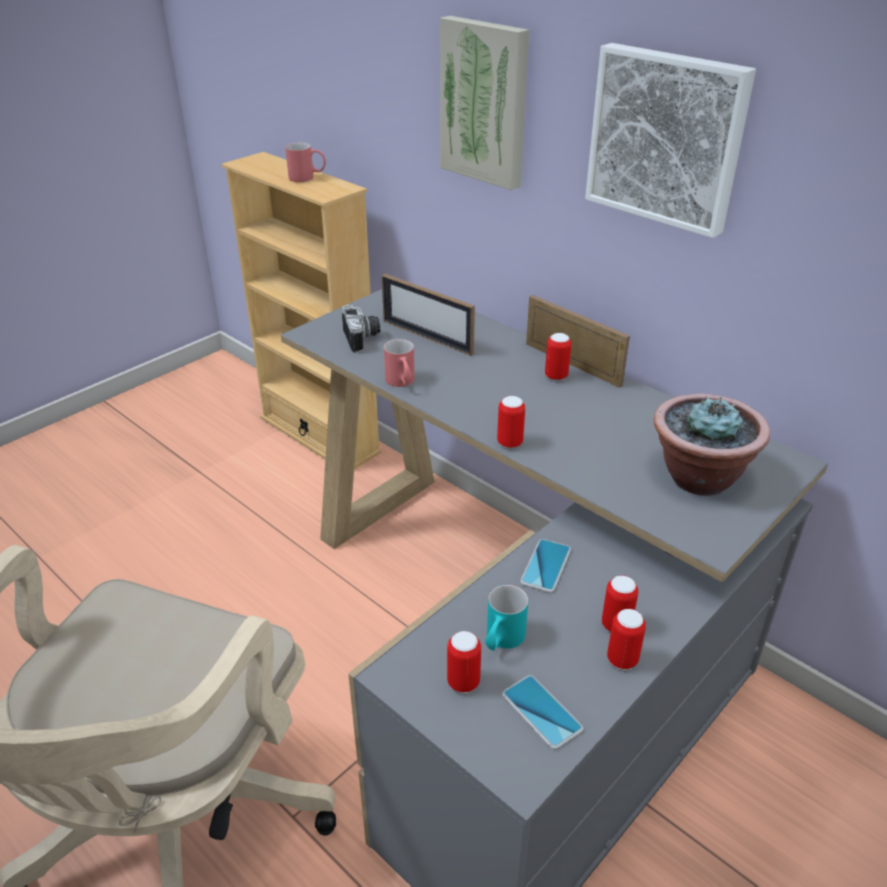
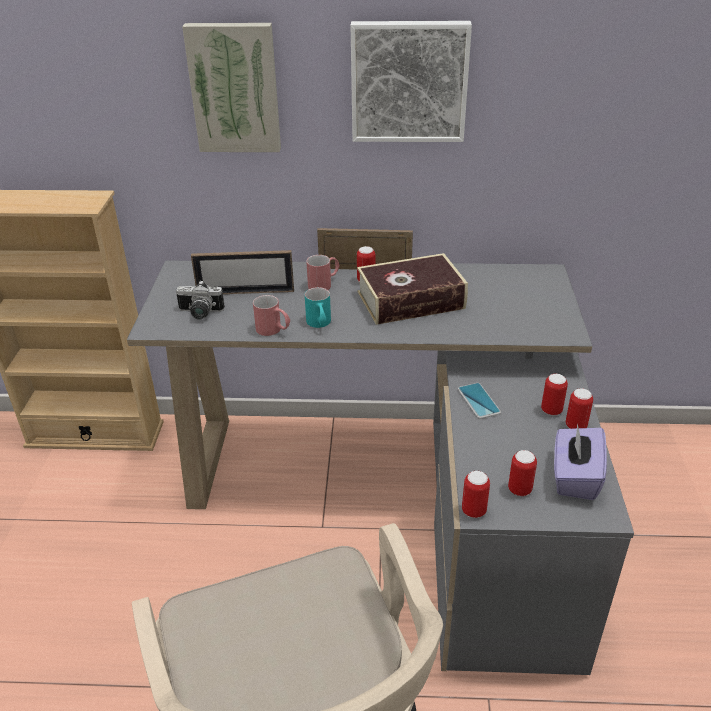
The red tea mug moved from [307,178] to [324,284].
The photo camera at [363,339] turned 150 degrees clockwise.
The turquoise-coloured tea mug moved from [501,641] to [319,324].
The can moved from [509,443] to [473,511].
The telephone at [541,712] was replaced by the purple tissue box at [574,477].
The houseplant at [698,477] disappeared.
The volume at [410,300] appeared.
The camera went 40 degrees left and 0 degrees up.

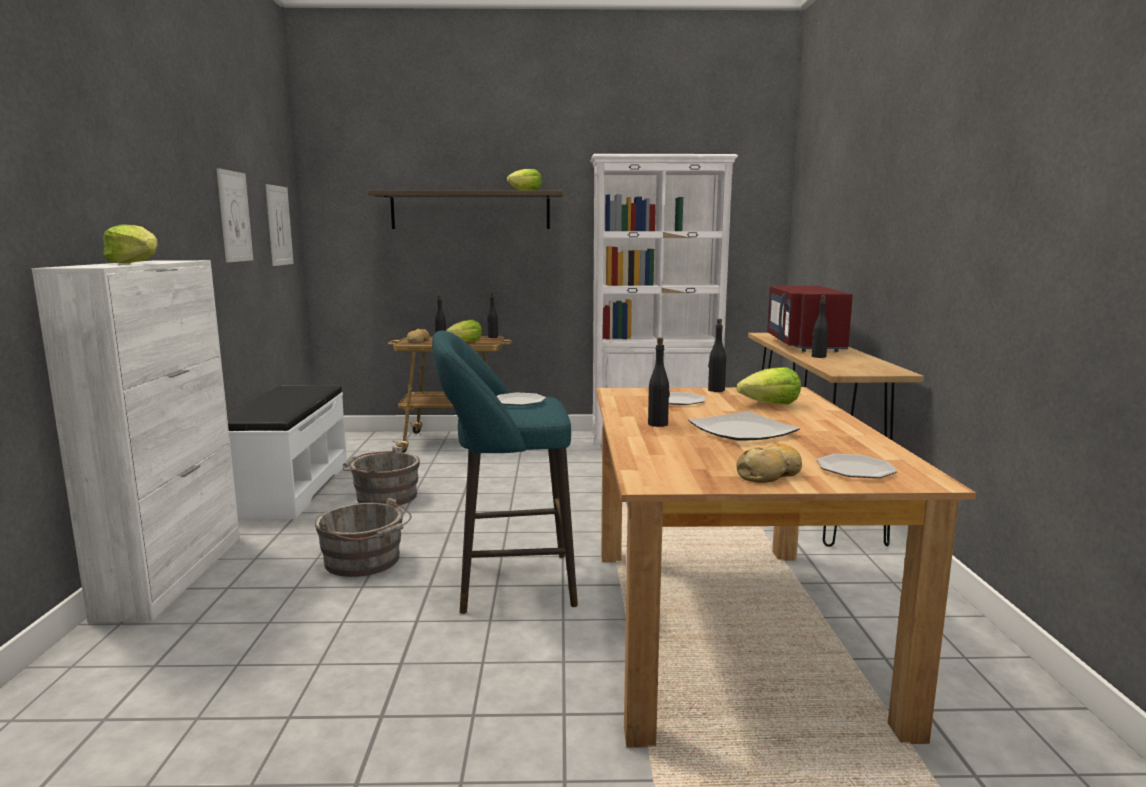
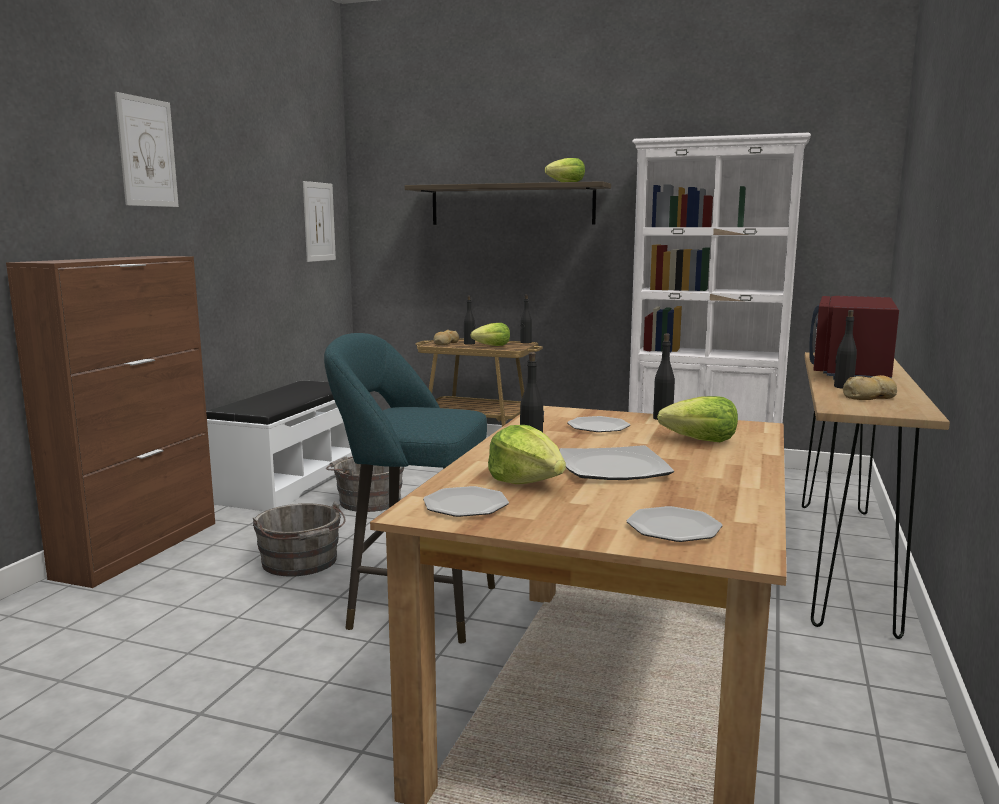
The white-coloured storage cabinet at [174,574] became the brownish storage cabinet at [139,549].
The lettuce head moved from [135,263] to [526,481].
The wall picture moved from [235,216] to [147,152].
The flat dish moved from [519,402] to [466,505].
The baked bread moved from [770,474] to [870,397].
The camera went 20 degrees right and 0 degrees up.

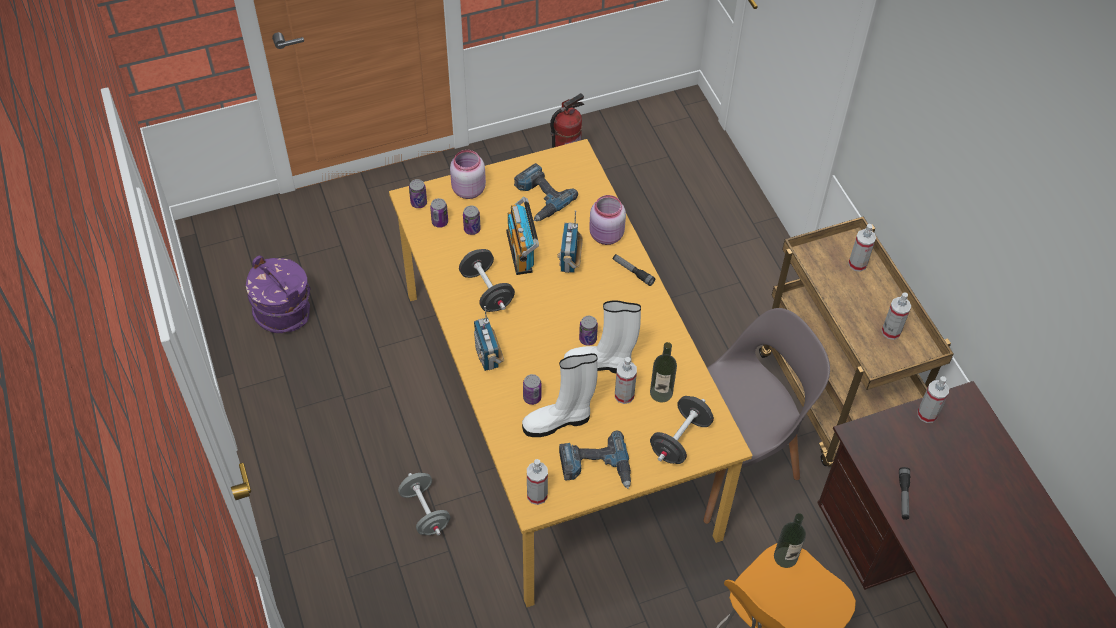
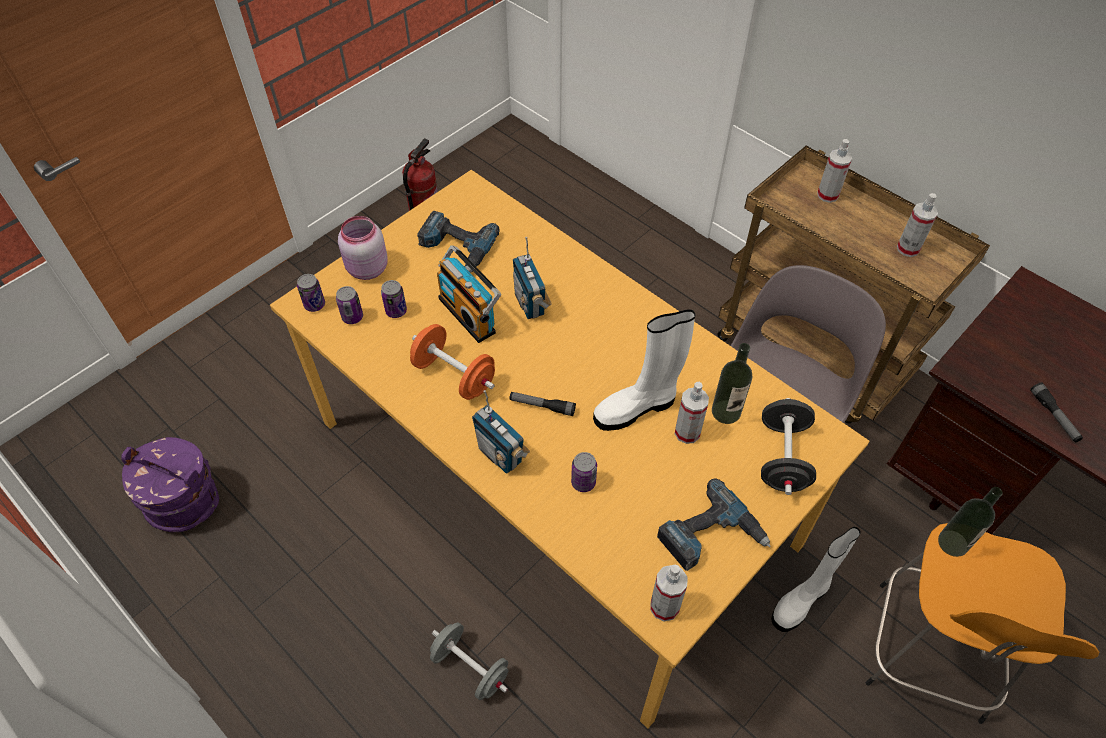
The black dumbbell at [487,291] became the orangey dumbbell at [454,375].
The white-coloured boot moved from [558,421] to [801,601].
The can at [587,339] disappeared.
The pinkish storage jar at [606,236] disappeared.
The flashlight moved from [633,272] to [542,406].
The hand sprayer at [927,414] disappeared.
The camera went 25 degrees left and 0 degrees up.

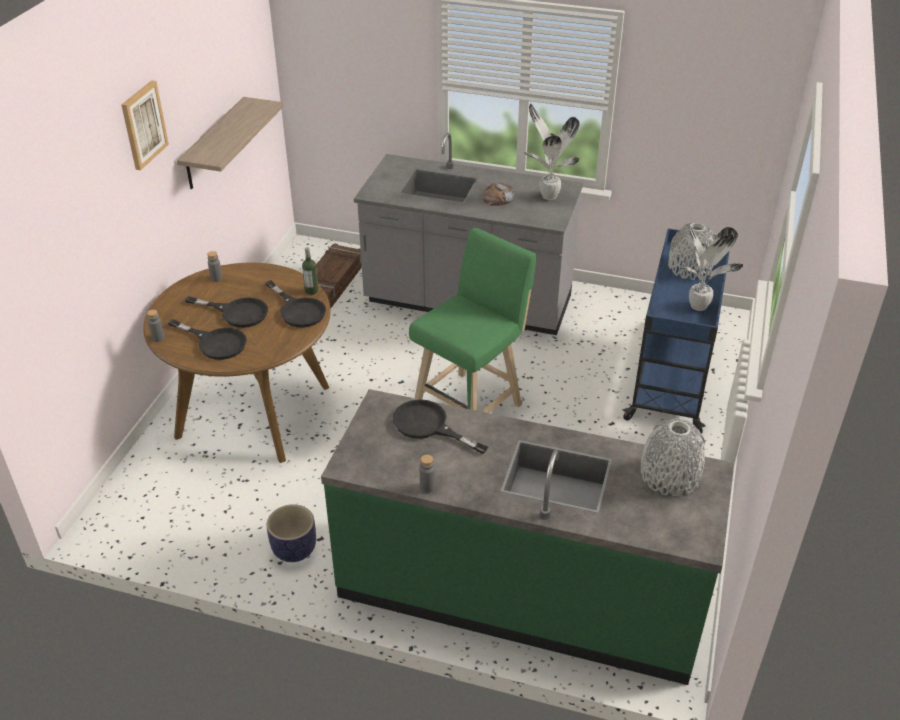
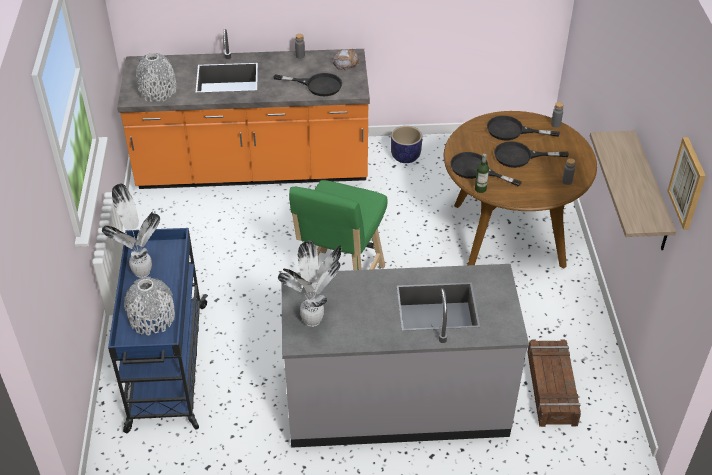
The wall picture moved from [143,125] to [688,183].
The green-coloured kitchen base unit at [520,591] became the orangey kitchen base unit at [253,169].
The baked bread moved from [498,198] to [345,62].
The camera went 160 degrees right and 5 degrees up.

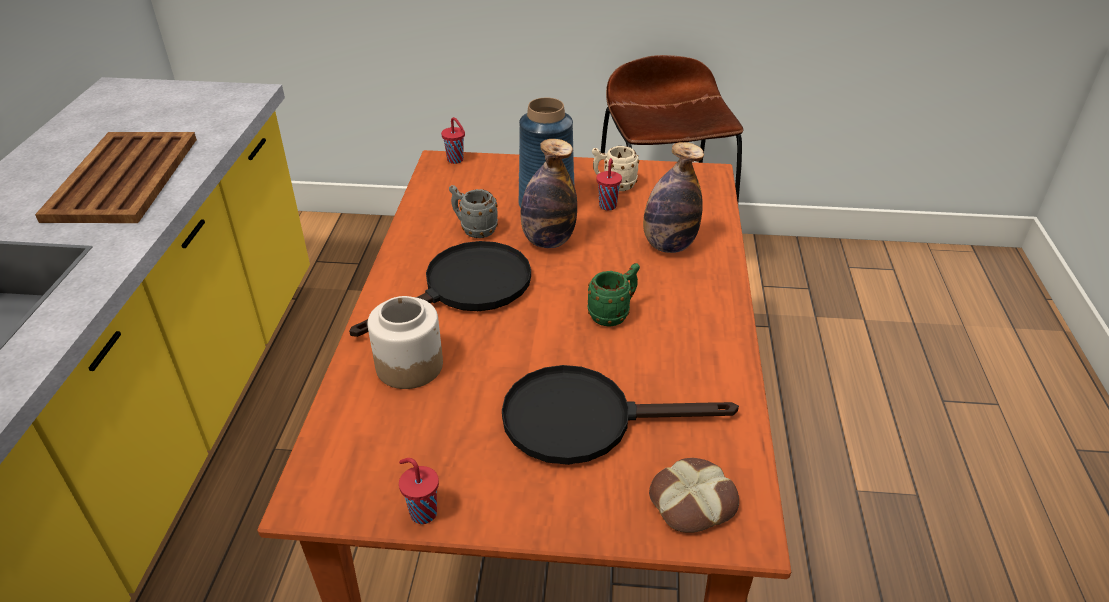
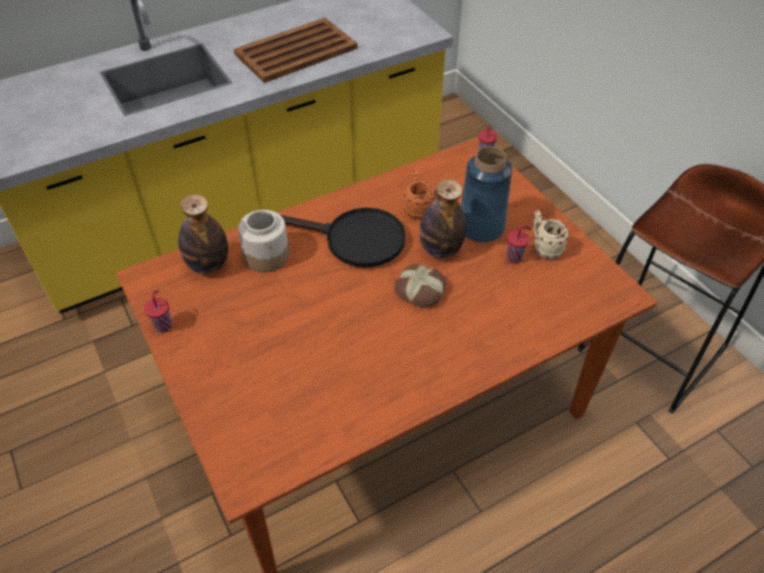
The gray tea mug at [474,229] became the orangey tea mug at [417,209].
The black skillet at [585,419] disappeared.
The green-coloured tea mug at [614,314] disappeared.
The bottle moved from [668,245] to [208,265].
The baked bread moved from [692,501] to [421,289].
The camera went 55 degrees right and 10 degrees up.

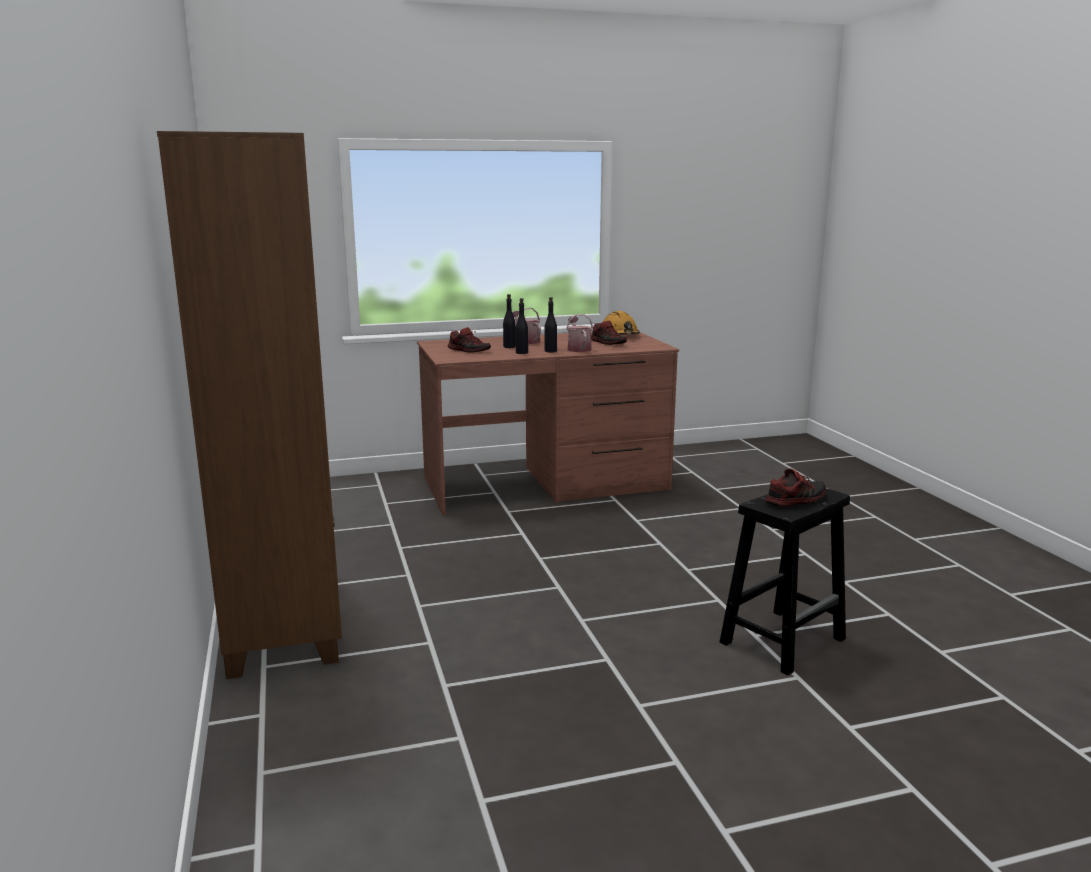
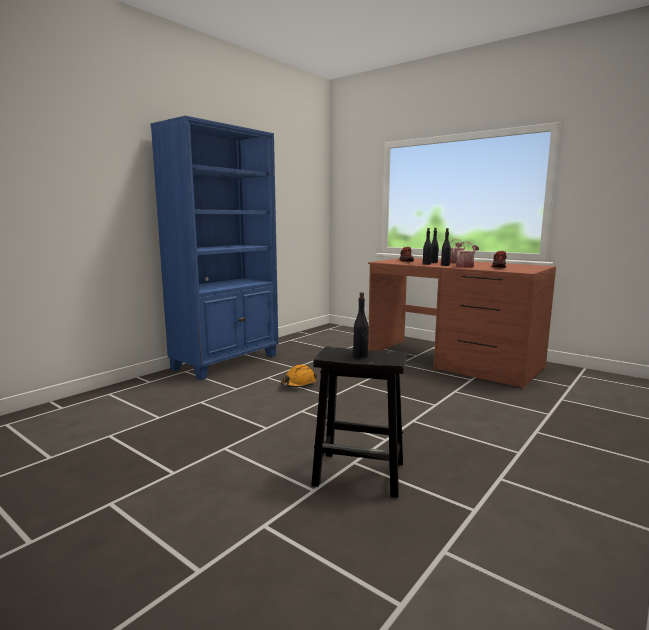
The brownish bookcase at [285,617] became the blue-coloured bookcase at [227,362].
The orangey safety helmet moved from [619,335] to [298,384].
The item of footwear at [795,500] was replaced by the black bottle at [360,355].
The camera went 55 degrees right and 5 degrees down.

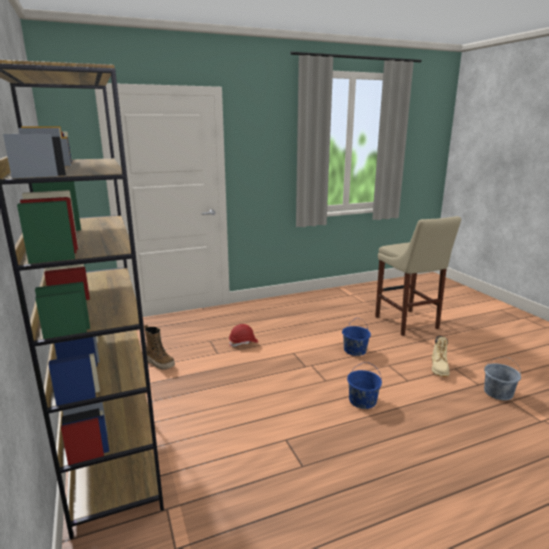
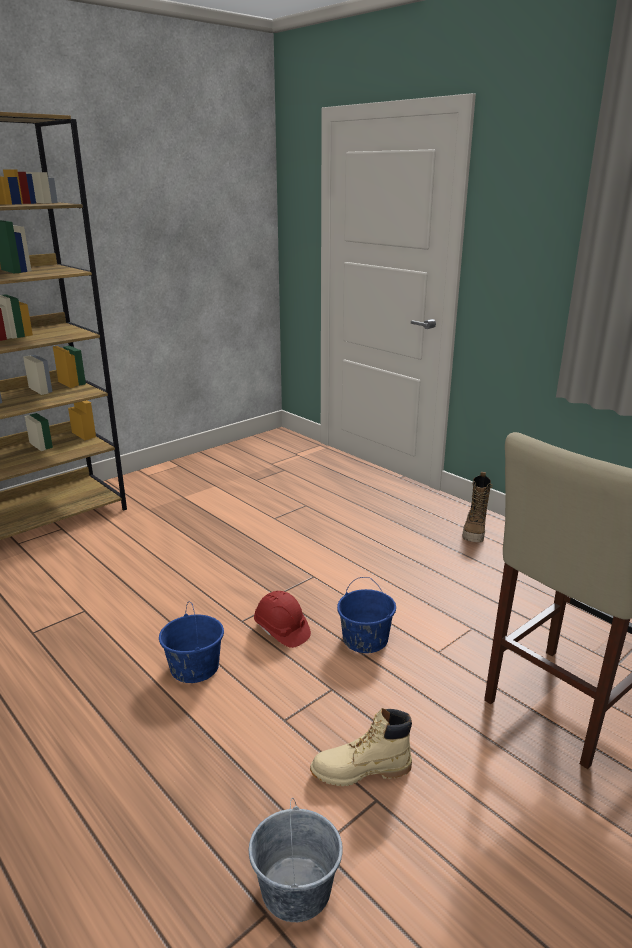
The boot moved from [160,363] to [474,532].
The red safety helmet moved from [243,342] to [281,630].
The camera went 70 degrees right and 5 degrees up.

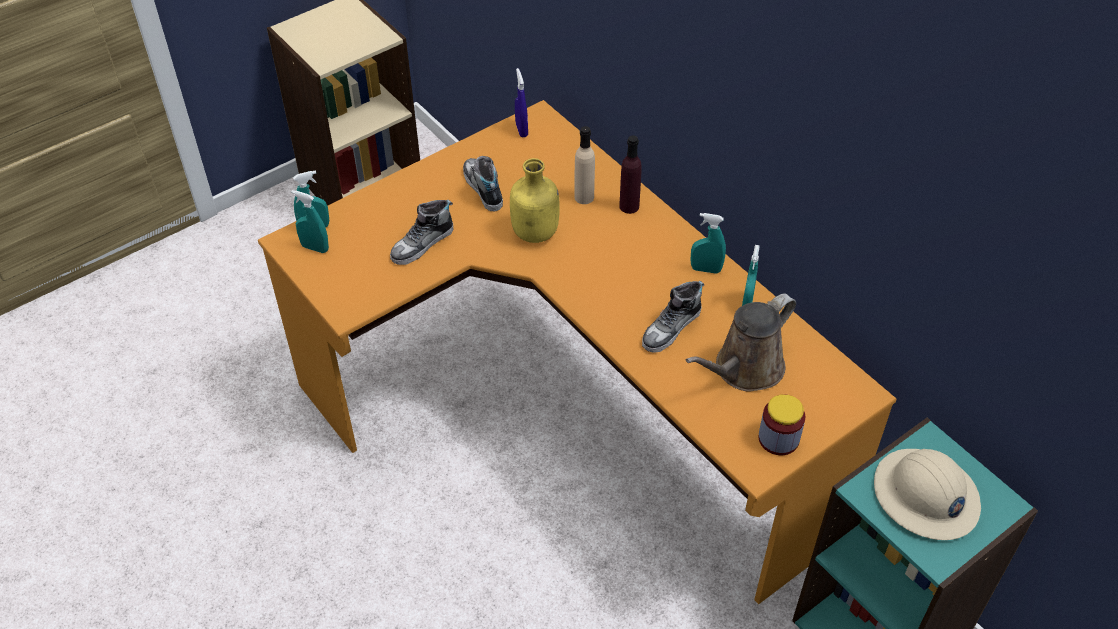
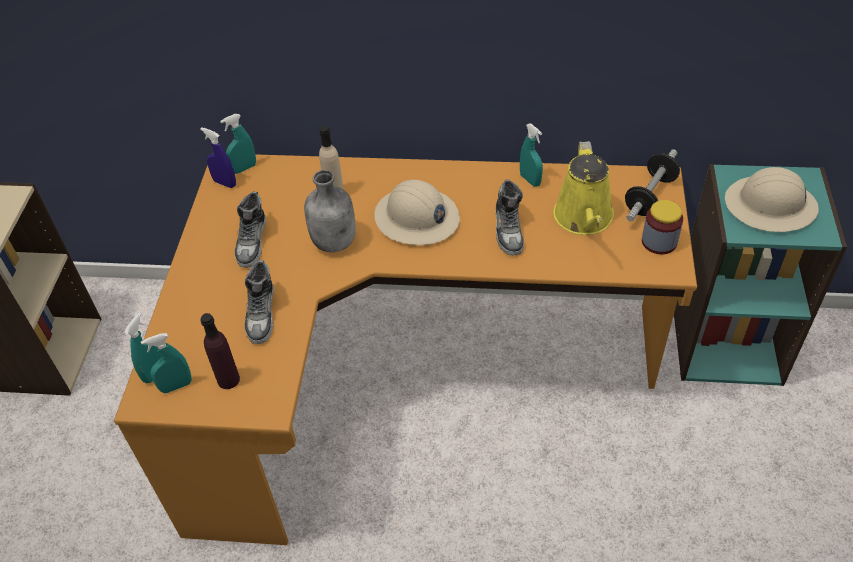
The item of footwear at [483,188] turned 105 degrees counterclockwise.
The yellow-coloured bottle at [536,233] became the gray bottle at [335,241].
The purple bottle moved from [629,206] to [228,379].
The brownish sprinkling can at [744,369] became the yellow-coloured sprinkling can at [584,219].
The turquoise-coloured hand sprayer moved from [706,269] to [244,168].
The beige safety helmet at [416,218] appeared.
The dumbbell at [650,196] appeared.
The camera went 45 degrees left and 0 degrees up.

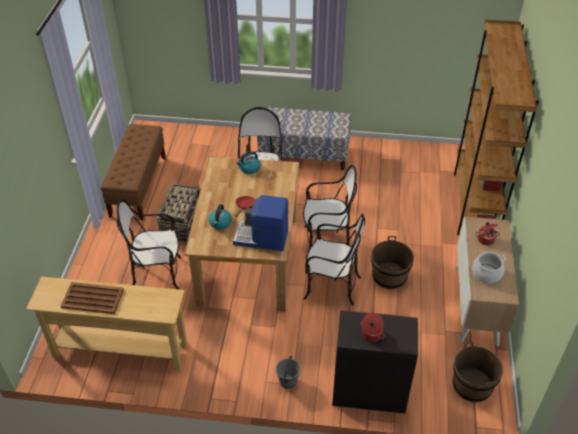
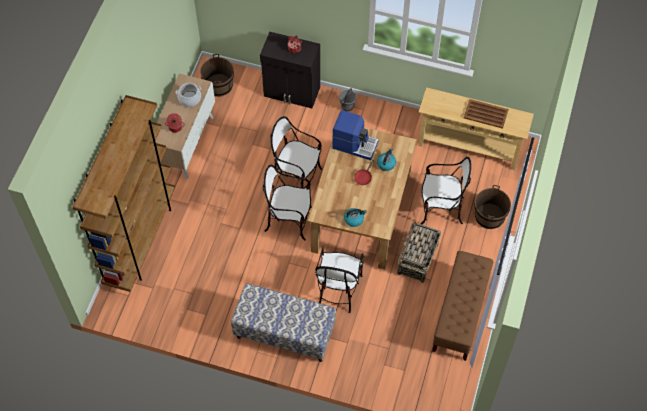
The brownish pail moved from [389,276] to [489,216].
The camera went 170 degrees left and 15 degrees up.

